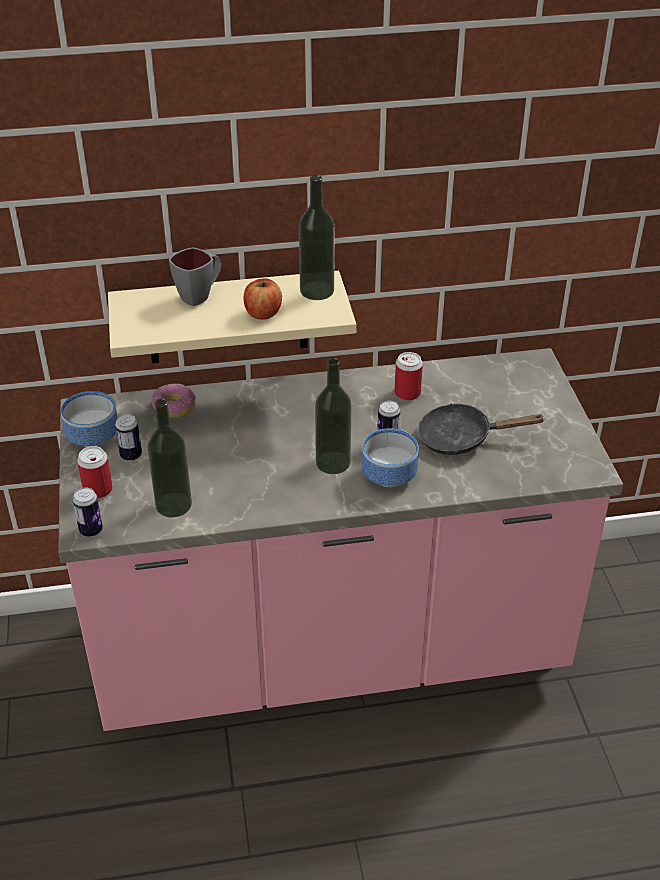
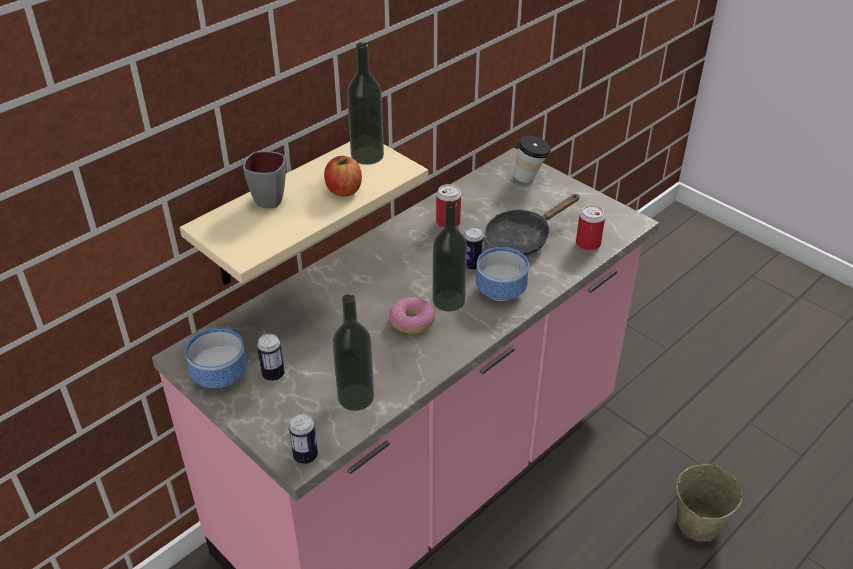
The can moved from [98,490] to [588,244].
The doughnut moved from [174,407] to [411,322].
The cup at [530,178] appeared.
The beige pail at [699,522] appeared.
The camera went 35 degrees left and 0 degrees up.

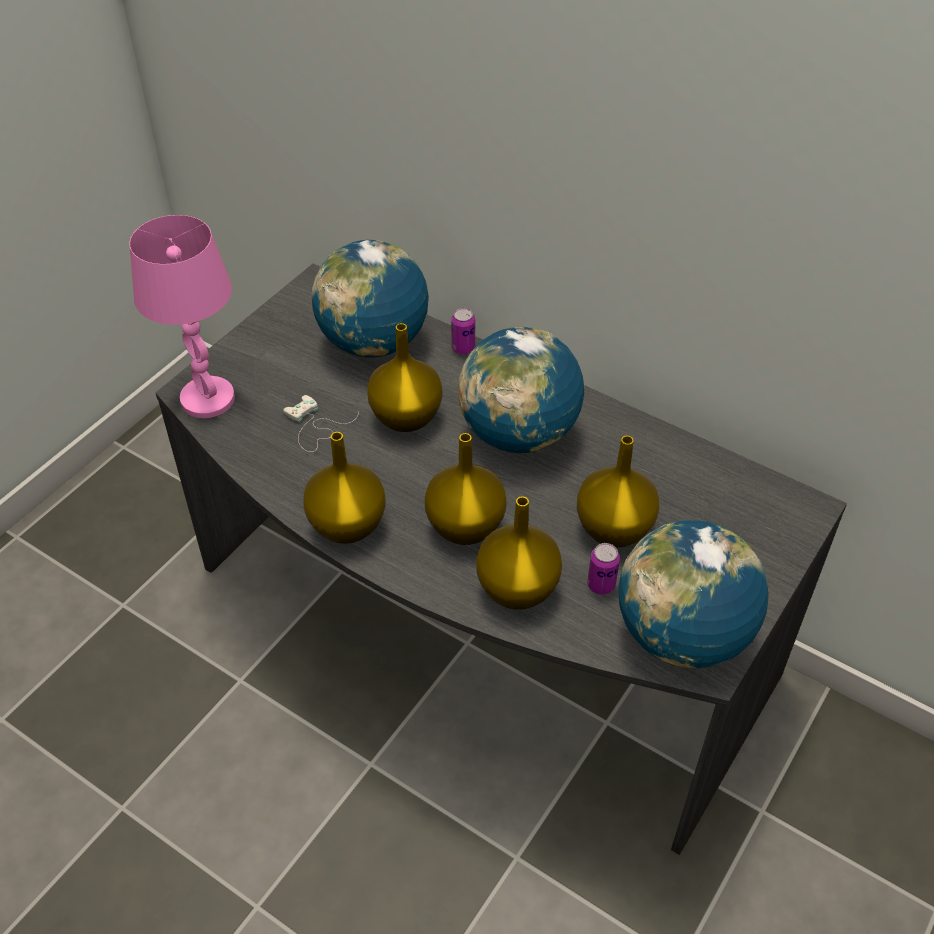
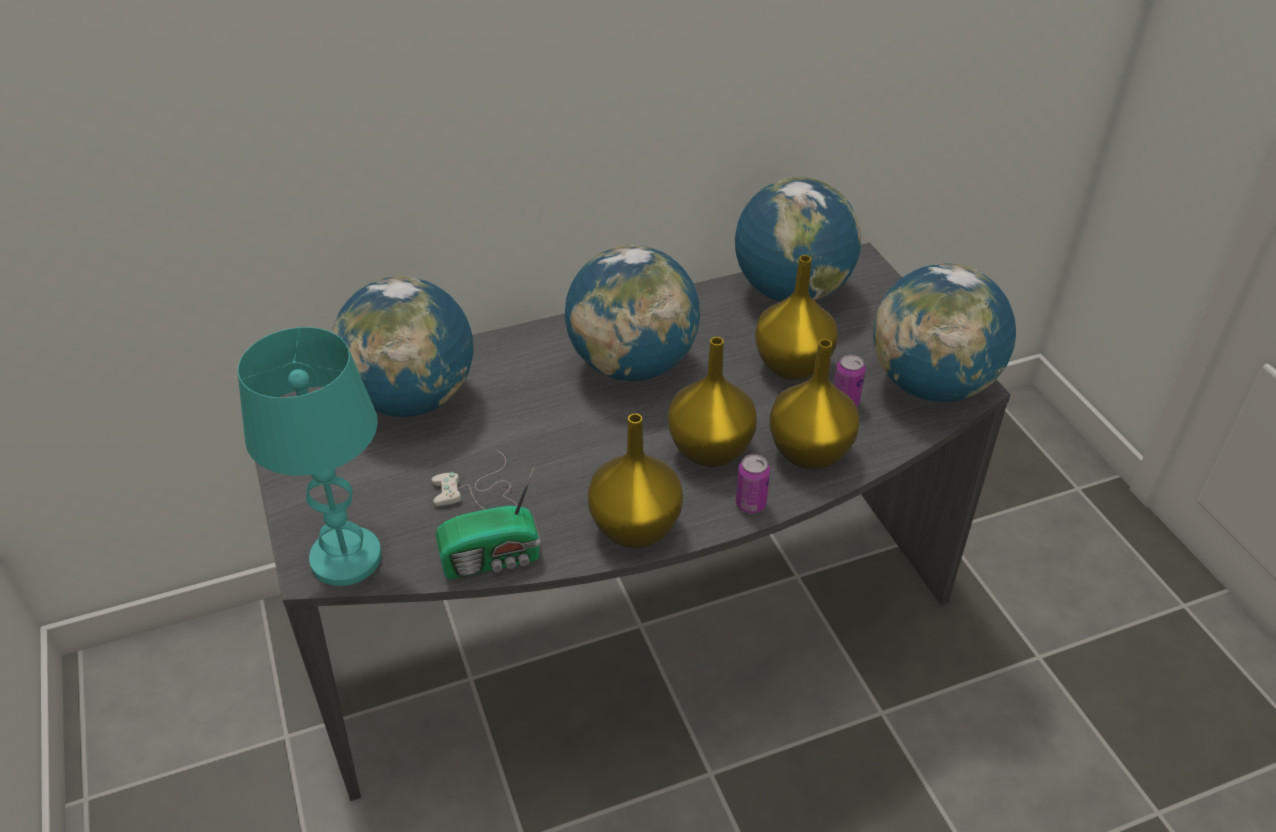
The pinkish table lamp at [208,399] became the turquoise-coloured table lamp at [347,557].
The yellow-coloured decorative vase at [407,418] disappeared.
The can moved from [463,348] to [750,504].
The radio set at [493,559] appeared.
The desk globe at [791,292] appeared.
The camera went 55 degrees left and 5 degrees down.

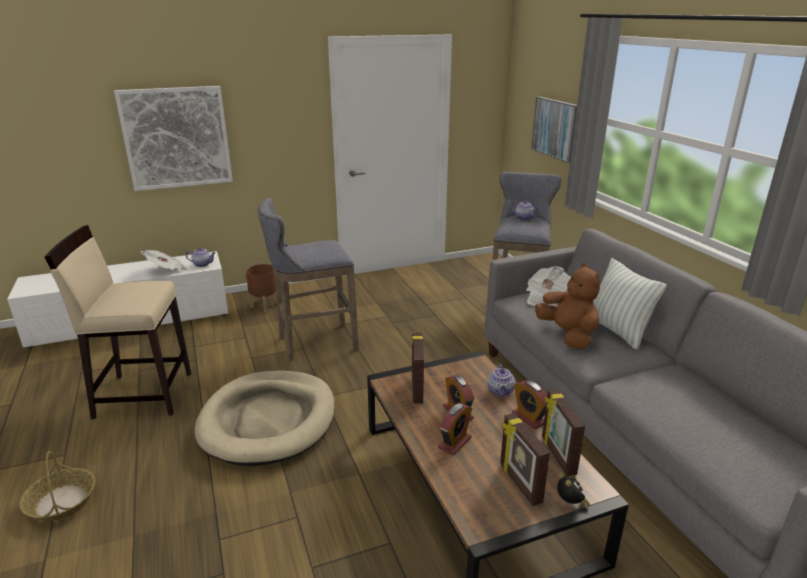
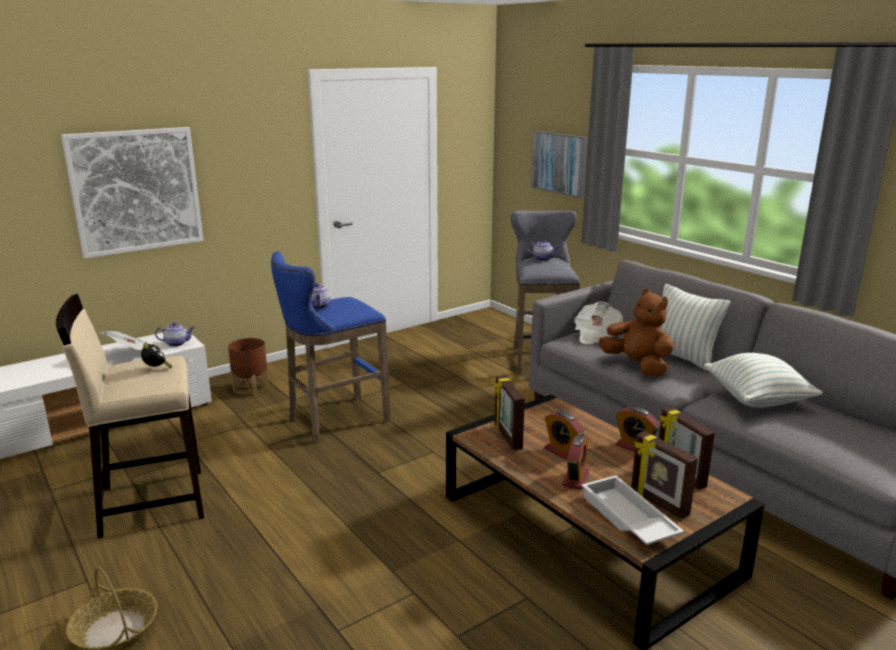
The beige pet bed at [268,420] disappeared.
The gray stool at [313,343] became the blue-coloured stool at [334,421].
The teapot moved from [501,391] to [318,306].
The table clock moved from [570,503] to [157,369].
The white-coloured carrying tray at [627,518] appeared.
The pillow at [757,400] appeared.
The camera went 15 degrees left and 5 degrees down.

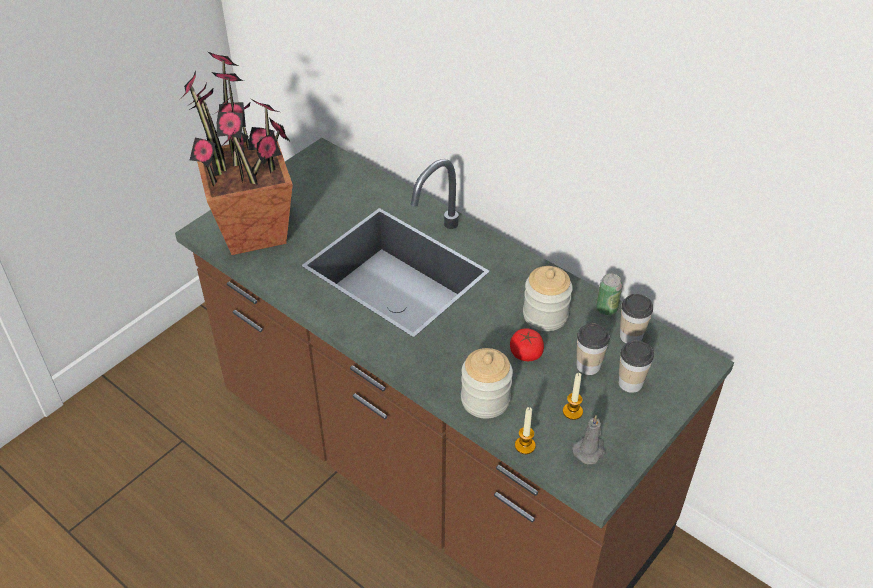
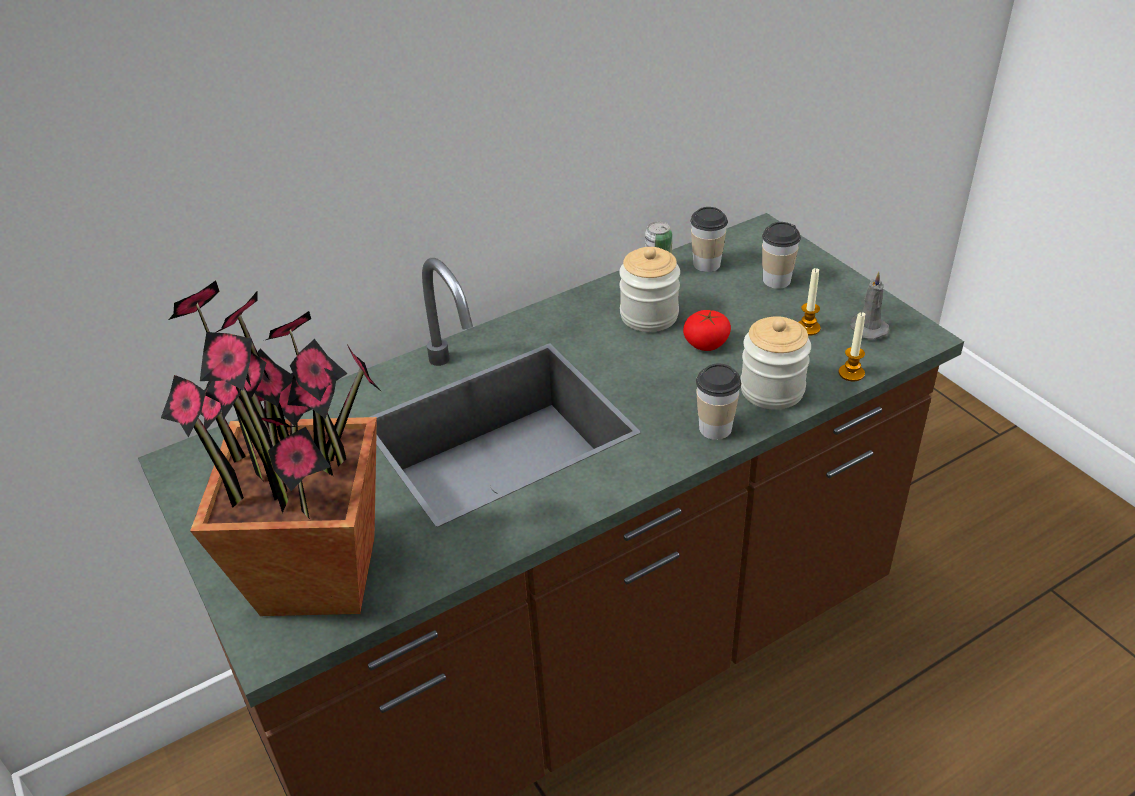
The cup moved from [588,366] to [715,428].
The camera went 70 degrees left and 5 degrees down.

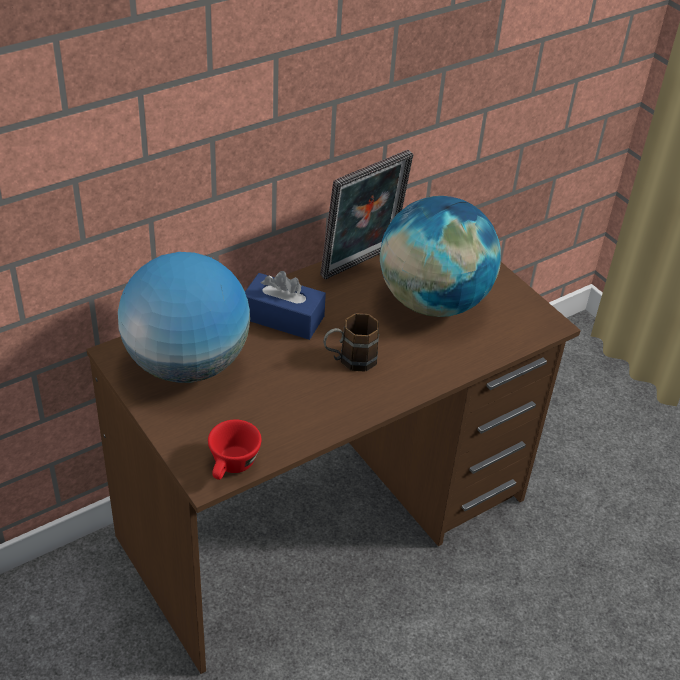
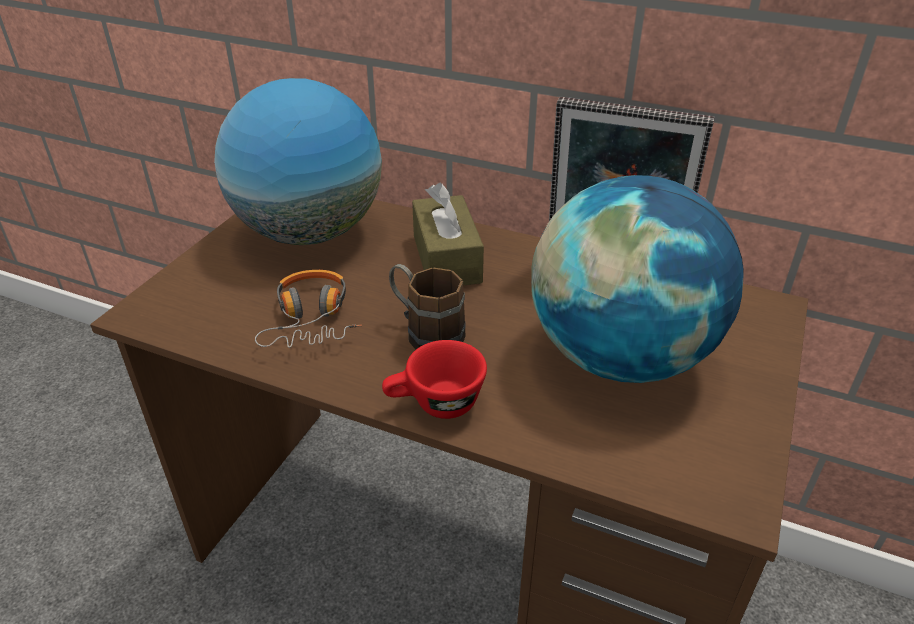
The red cup moved from [232,467] to [435,404].
The blue-coloured tissue box at [283,318] became the brownish tissue box at [446,258].
The headphones at [311,319] appeared.
The camera went 60 degrees right and 5 degrees down.

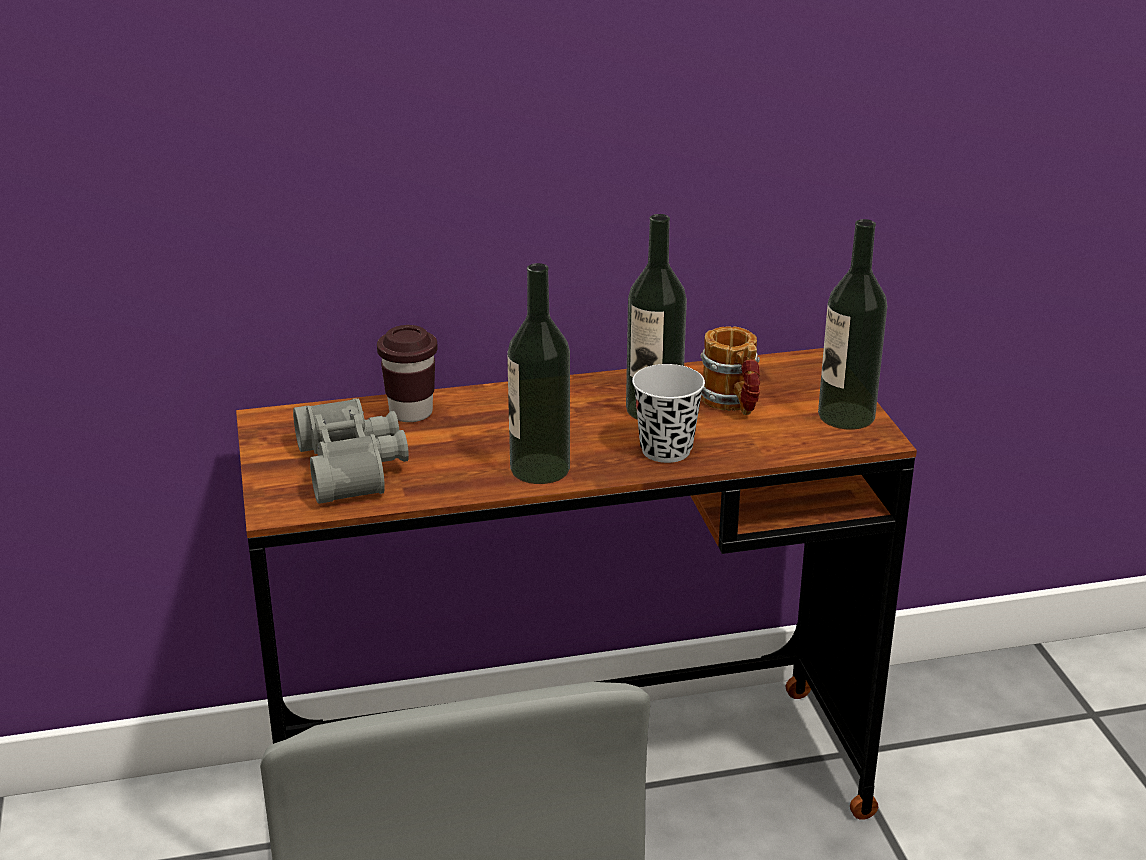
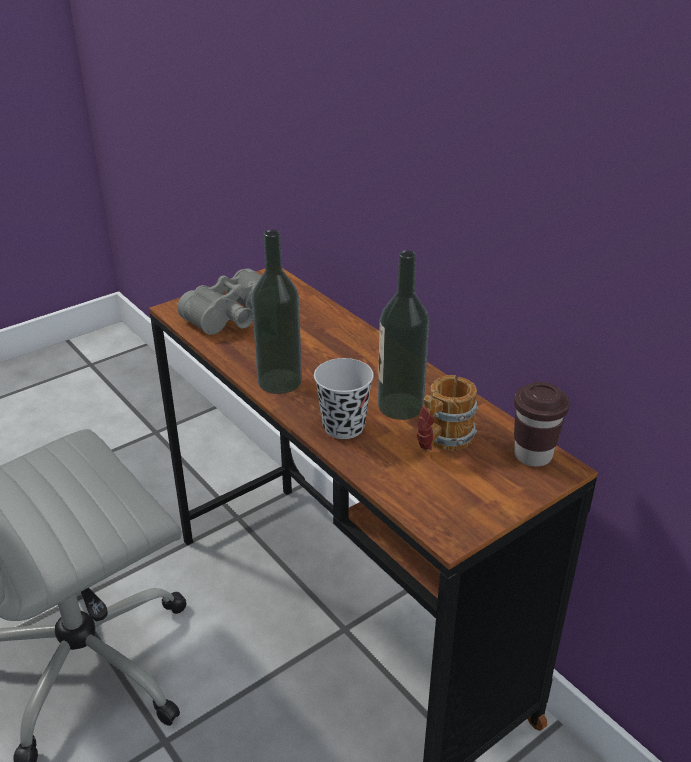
The brownish cup moved from [411,413] to [533,455].
The bottle at [846,416] disappeared.
The camera went 65 degrees right and 5 degrees up.

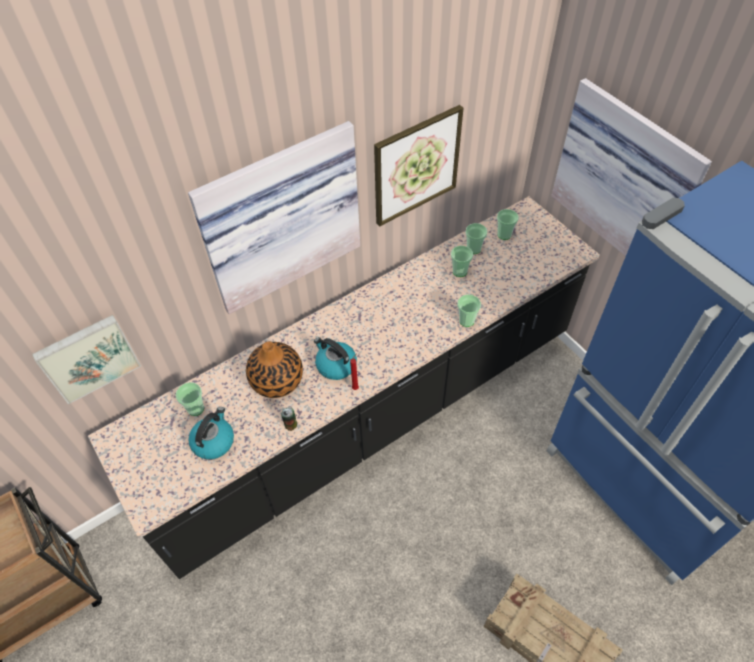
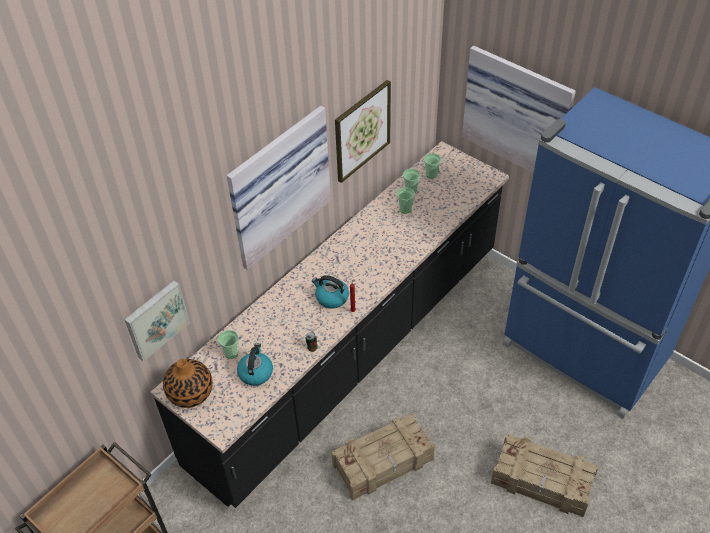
The decorative vase moved from [277,380] to [190,392].
The cup at [466,320] disappeared.
The packing crate at [384,462] appeared.
The camera went 15 degrees left and 5 degrees down.

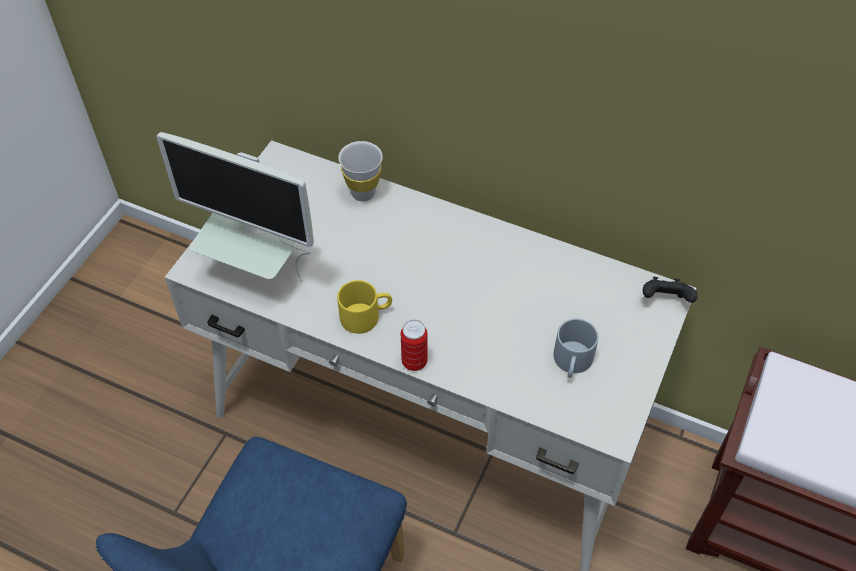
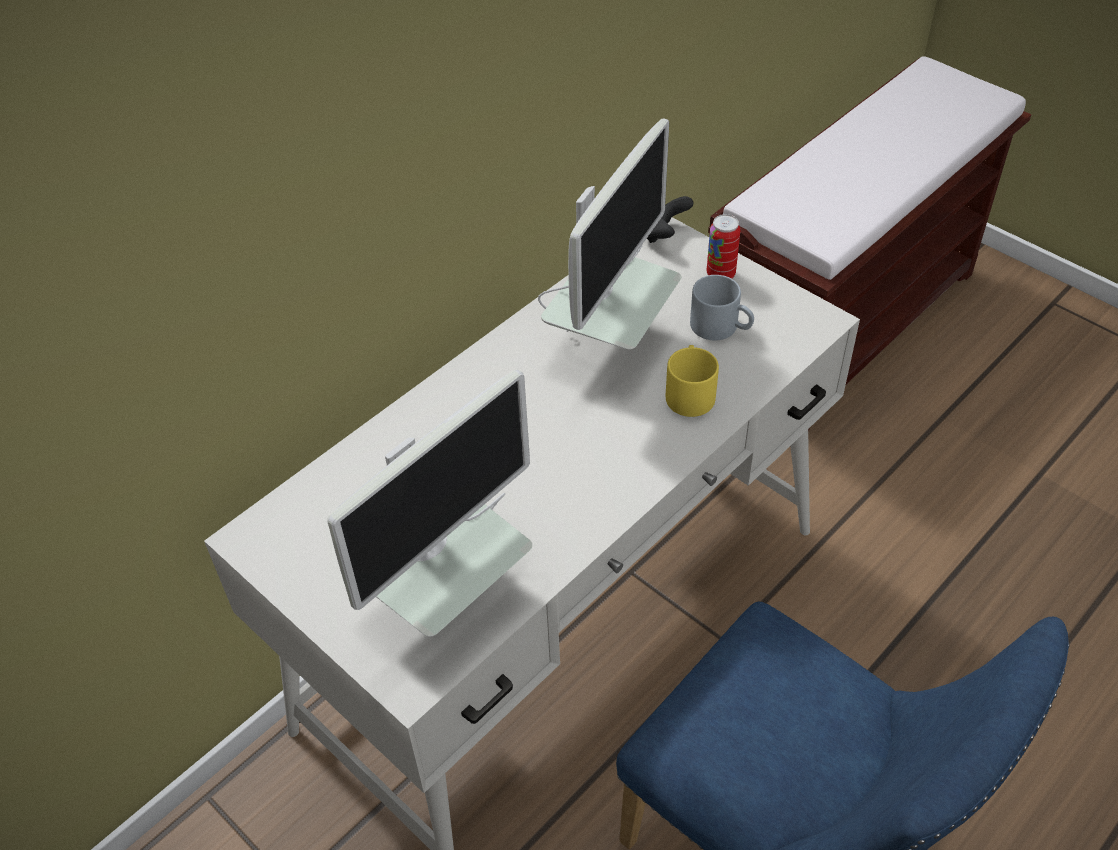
The yellow-coloured tea mug moved from [366,315] to [689,392].
The white-coloured cup at [363,193] disappeared.
The can moved from [414,362] to [720,274].
The computer screen at [608,342] appeared.
The camera went 70 degrees left and 5 degrees down.

